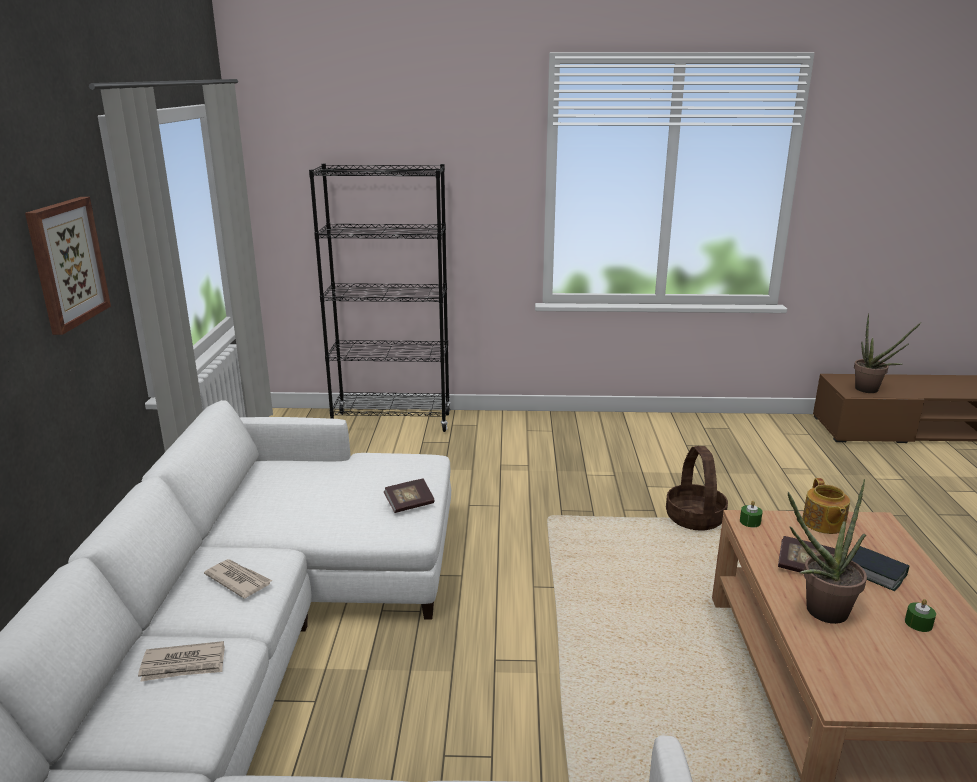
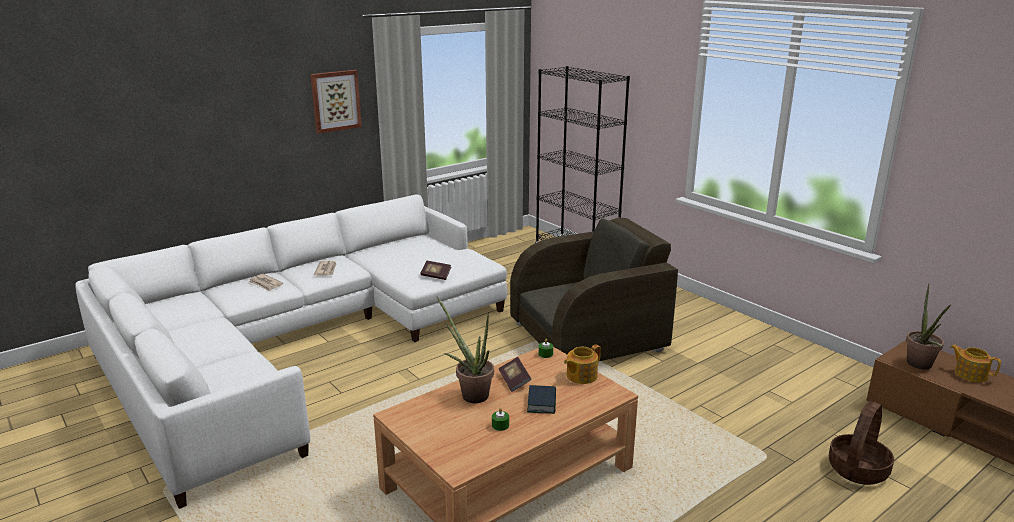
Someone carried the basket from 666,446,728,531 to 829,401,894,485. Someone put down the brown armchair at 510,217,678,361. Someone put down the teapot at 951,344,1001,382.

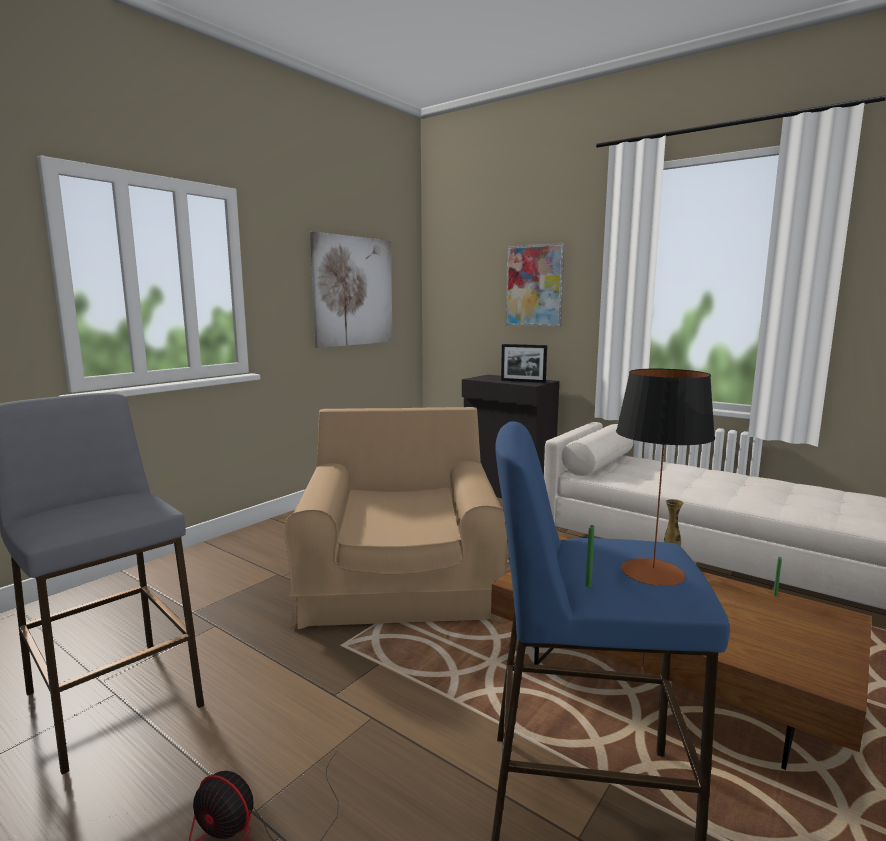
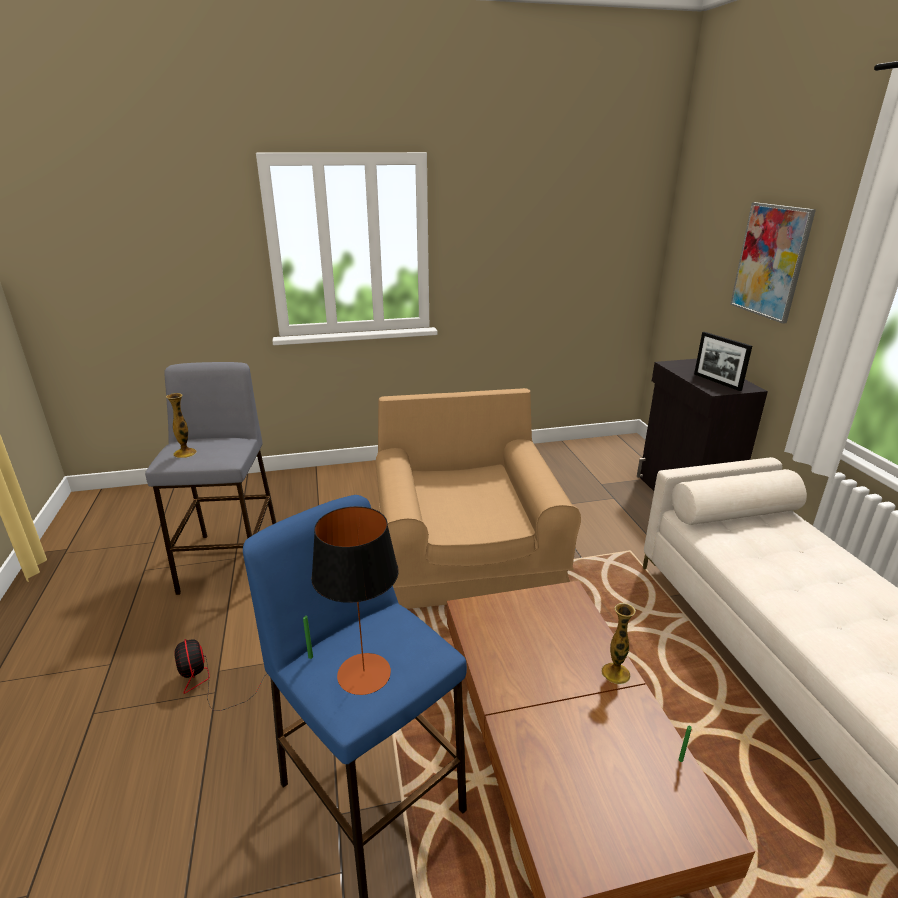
Someone rotated the brown armchair at 284,407,508,629 by 45 degrees counterclockwise. Someone took away the picture at 310,231,393,348. Someone put down the vase at 166,393,197,458.

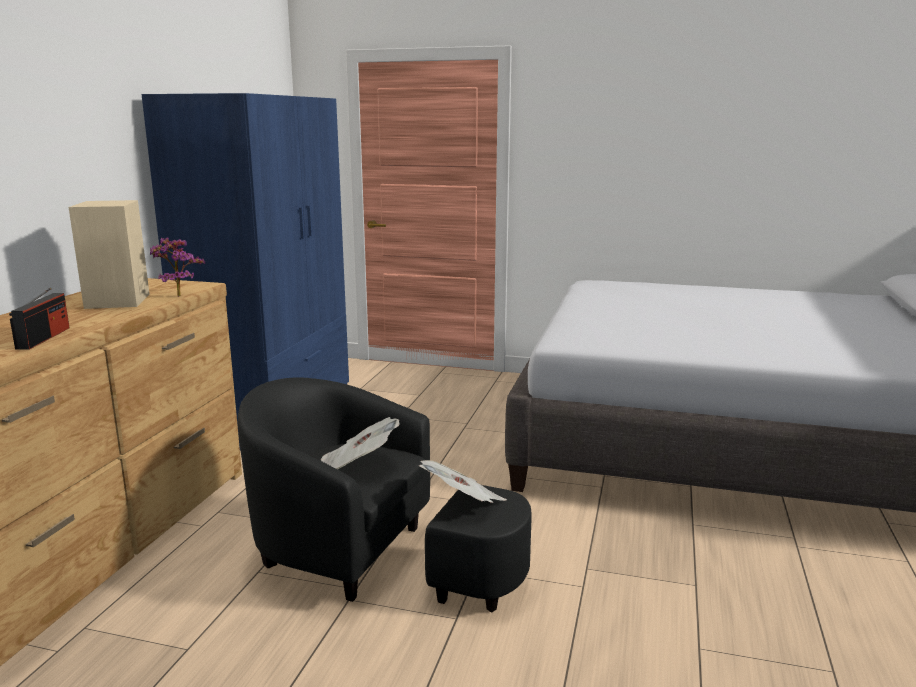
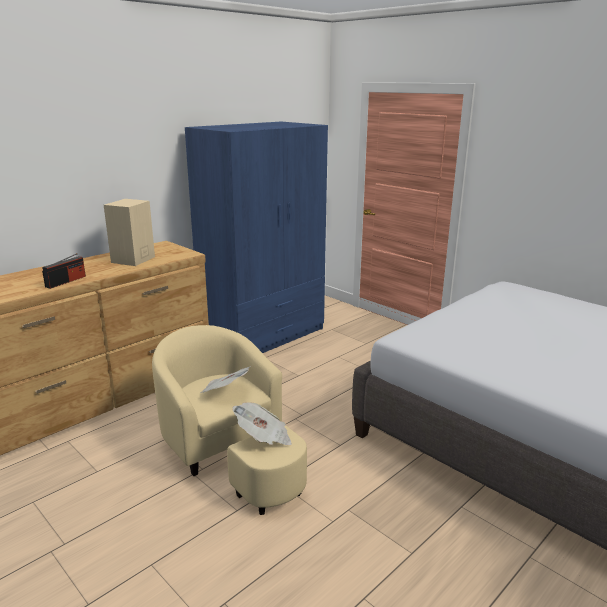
Someone took away the potted plant at 150,238,205,297. Someone repainted the black armchair at 238,377,531,613, which became the beige armchair at 152,325,307,515.

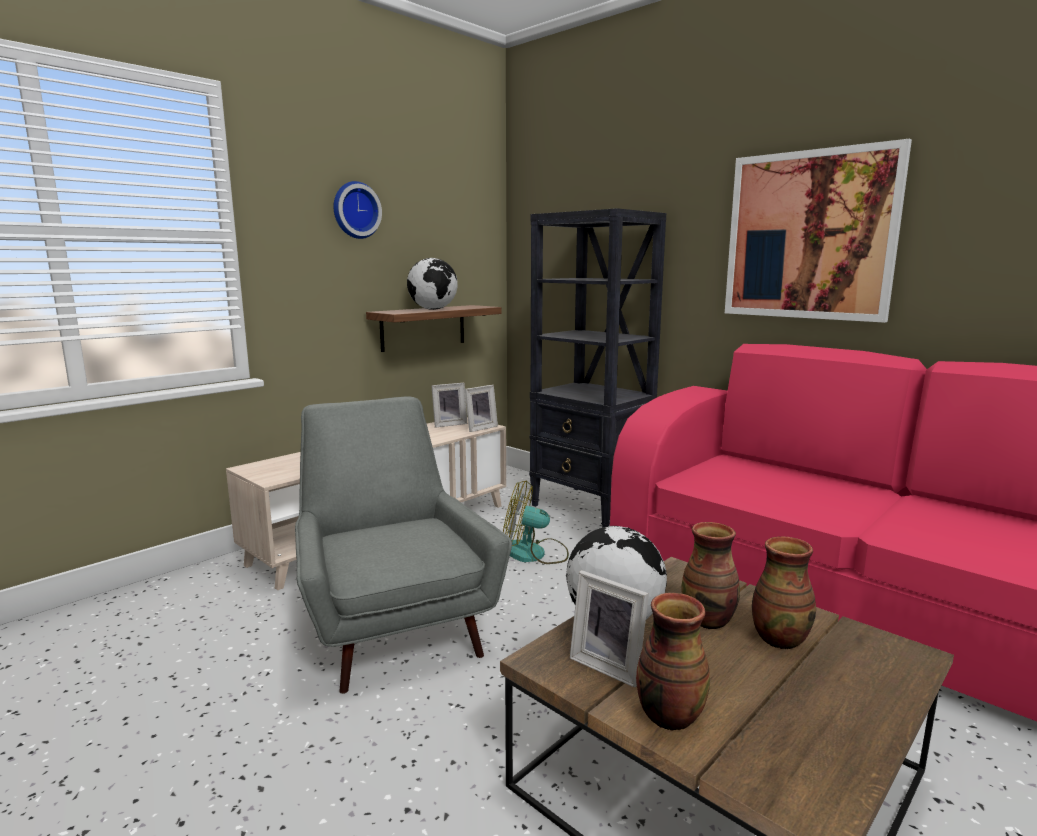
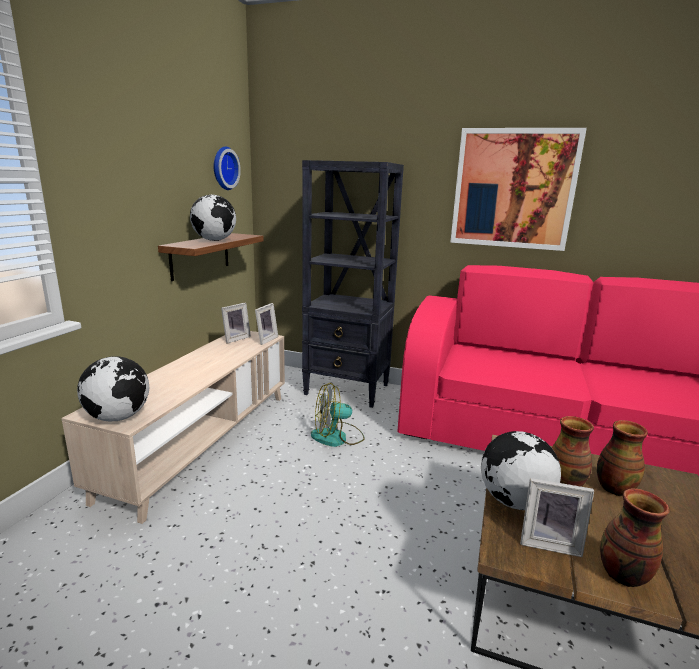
Someone took away the grey armchair at 295,396,512,694. Someone carried the wall clock from 333,181,382,239 to 214,146,241,190. Someone put down the globe at 77,356,149,421.

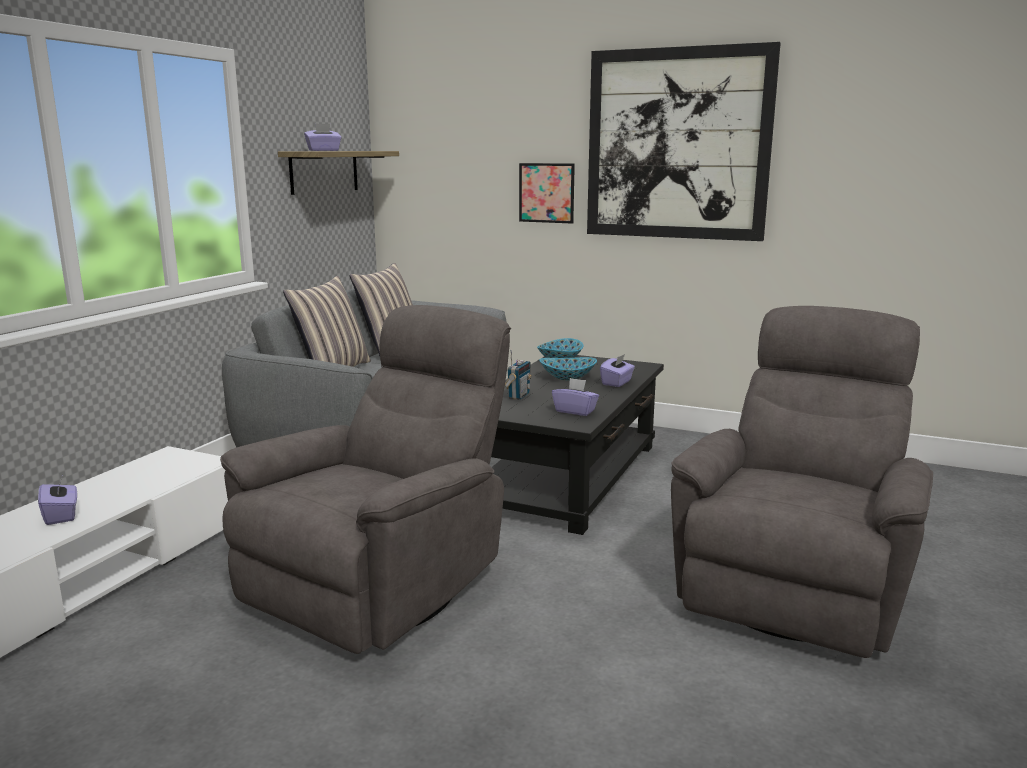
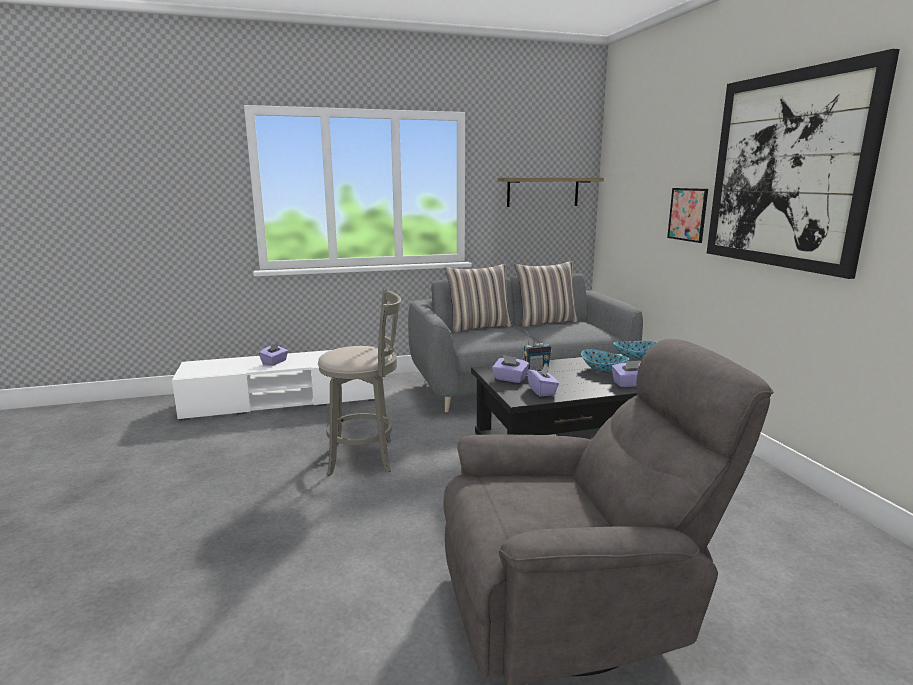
Someone swapped the grey armchair at 220,305,511,654 for the grey stool at 318,289,401,476. Someone carried the purple tissue box from 304,123,341,151 to 492,355,529,383.

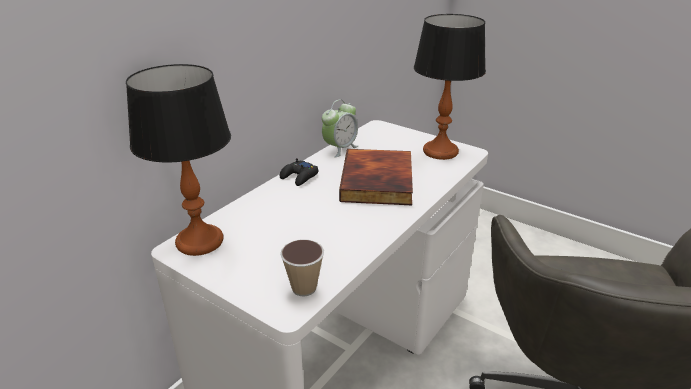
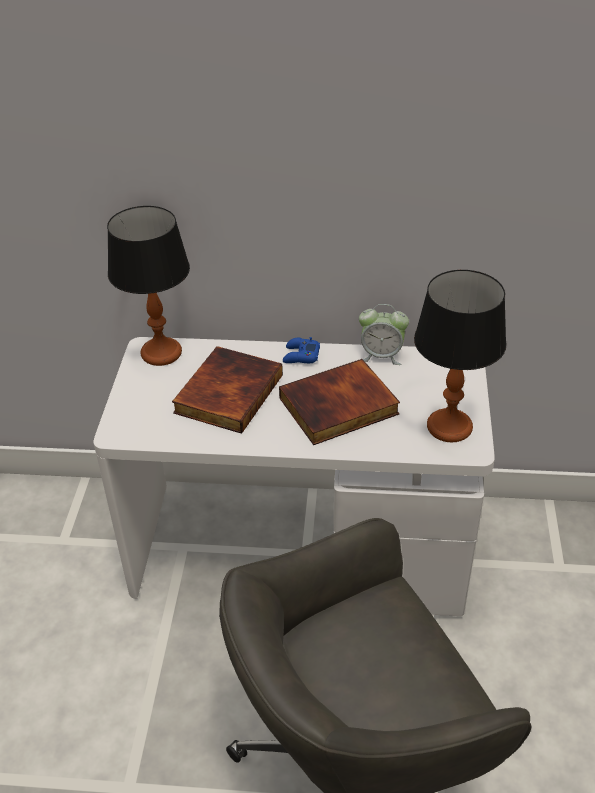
Someone repainted the black game controller at 280,158,318,186, which became the blue game controller at 283,337,320,363. Someone took away the cup at 280,239,324,296. Someone put down the book at 172,346,283,434.

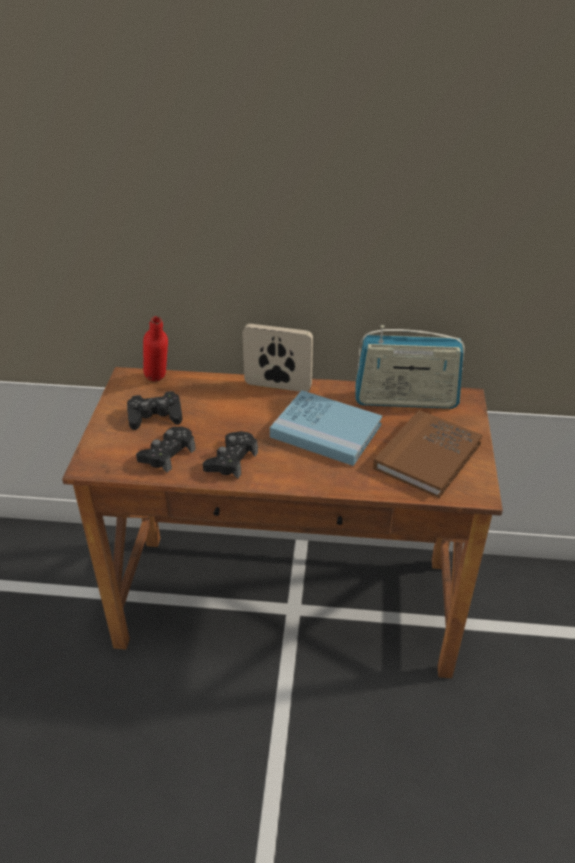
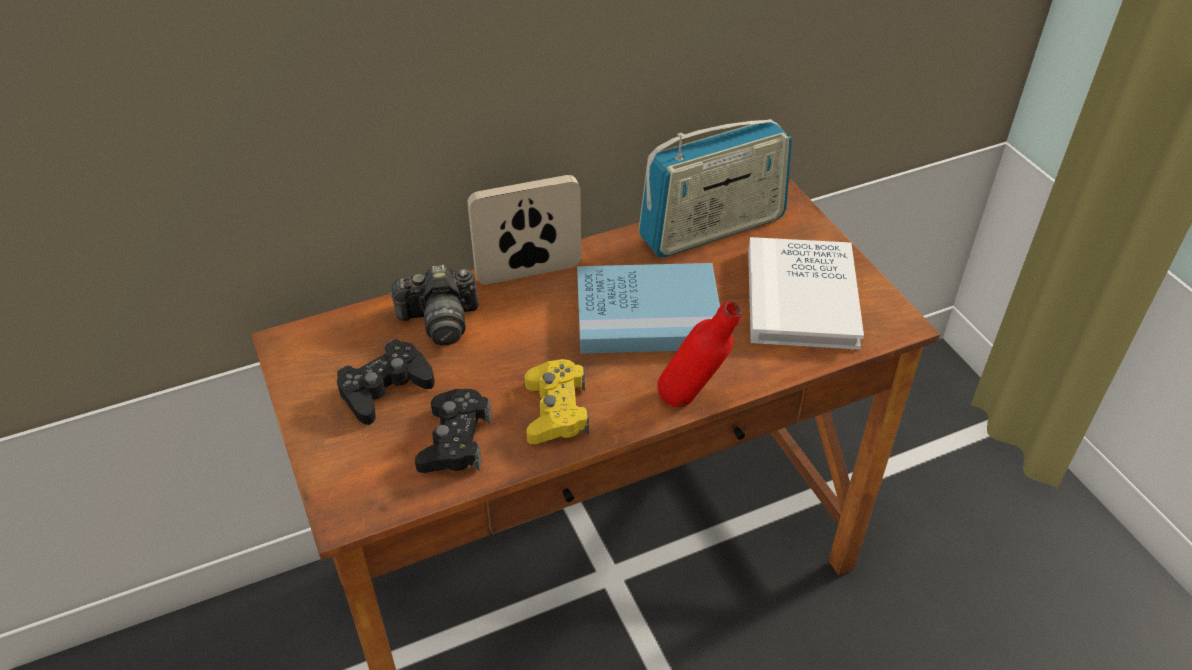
Someone carried the red bottle from 143,316,168,381 to 658,301,742,408. Someone repainted the black game controller at 203,431,258,479, which became the yellow game controller at 525,359,589,444. Someone repainted the brown book at 373,410,483,498, which became the white book at 748,237,864,350. Someone put down the photo camera at 389,265,479,346.

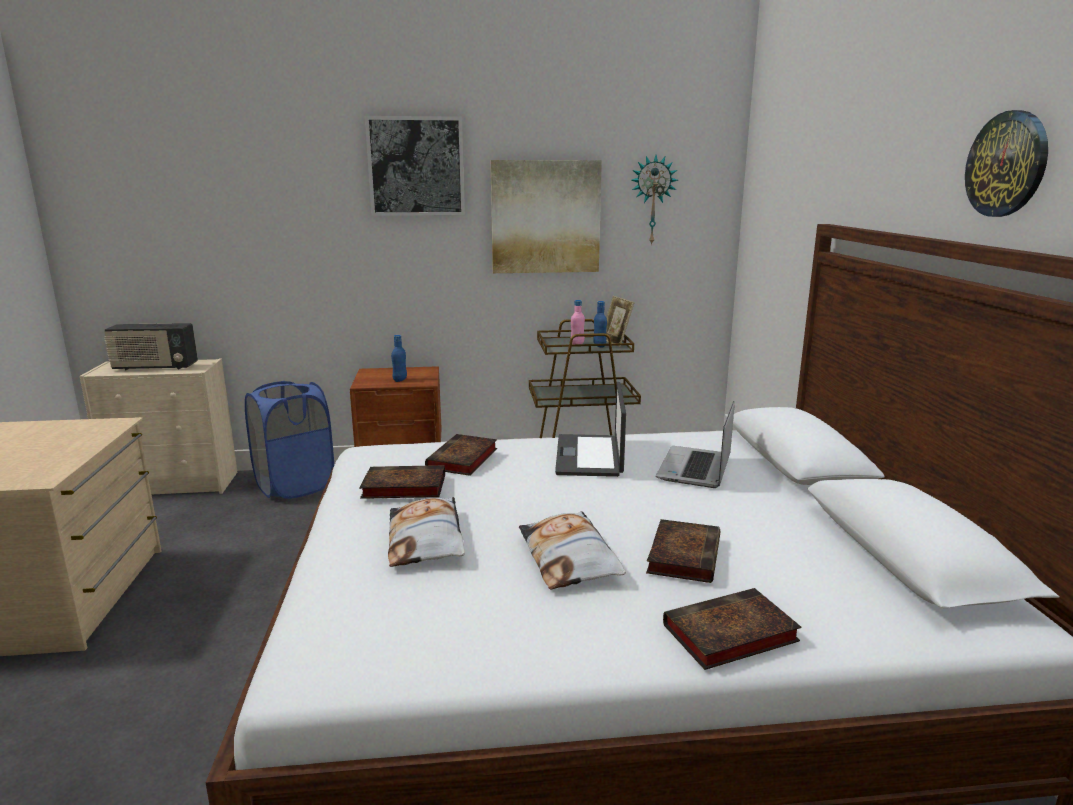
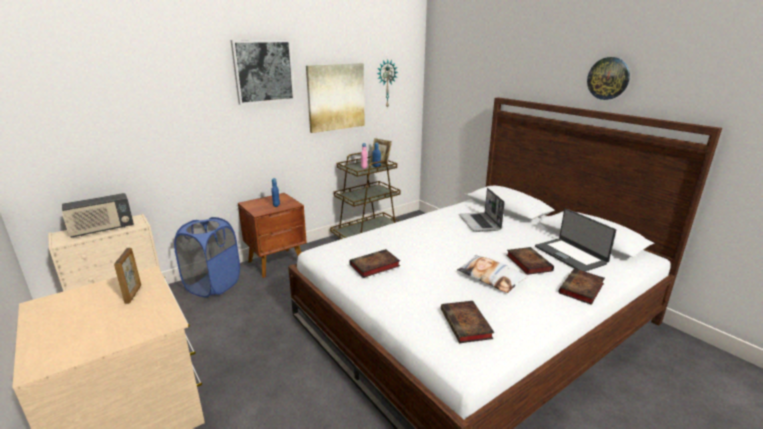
Someone took away the pillow at 388,497,465,567. Someone carried the book from 425,434,497,476 to 441,301,494,343. Someone carried the laptop from 555,382,626,477 to 535,208,616,271. Someone put down the picture frame at 114,248,141,304.

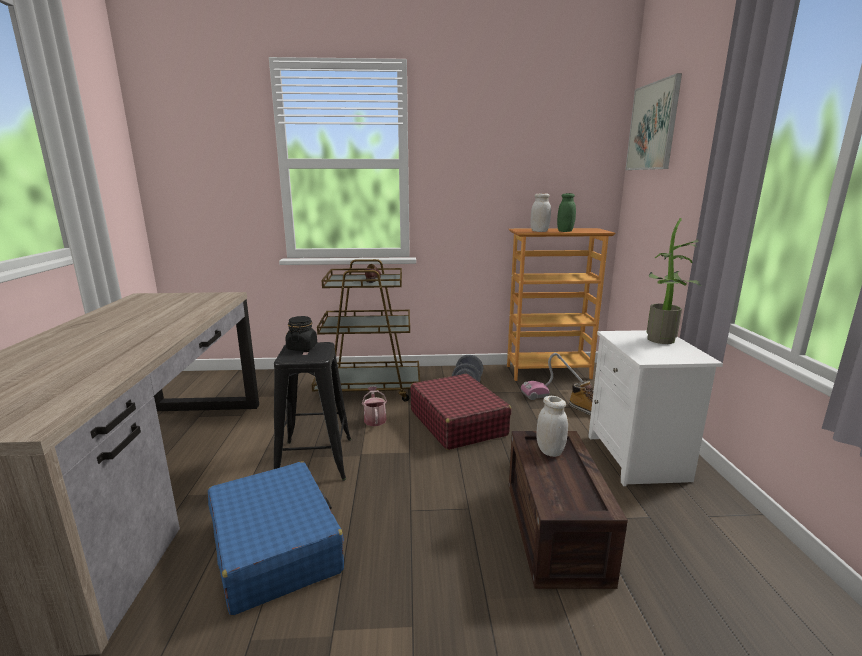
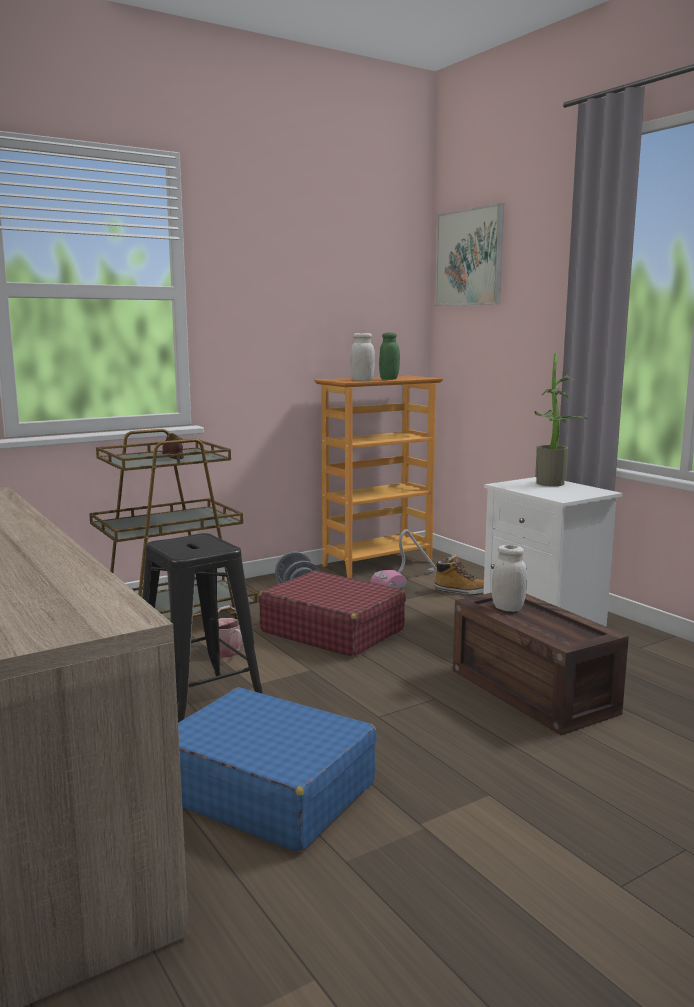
Someone took away the black jar at 285,316,317,351.

